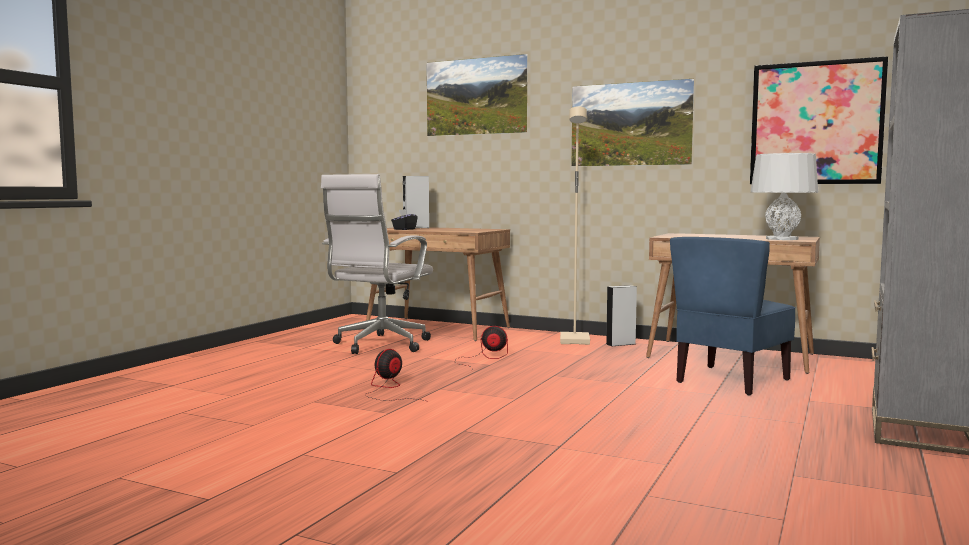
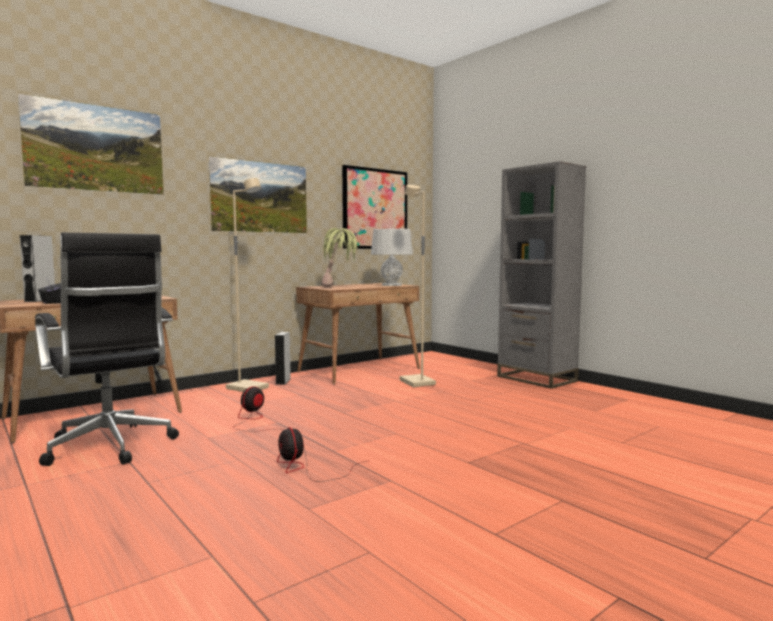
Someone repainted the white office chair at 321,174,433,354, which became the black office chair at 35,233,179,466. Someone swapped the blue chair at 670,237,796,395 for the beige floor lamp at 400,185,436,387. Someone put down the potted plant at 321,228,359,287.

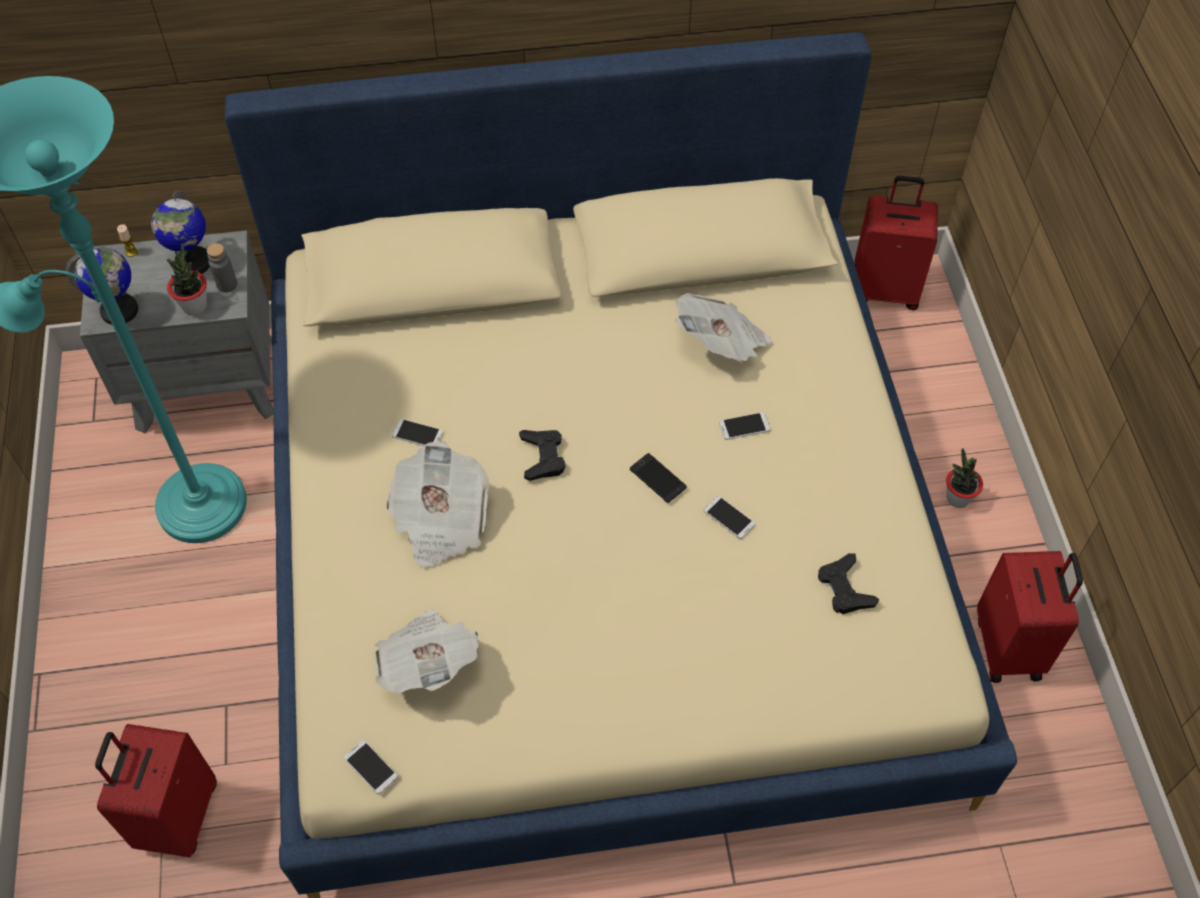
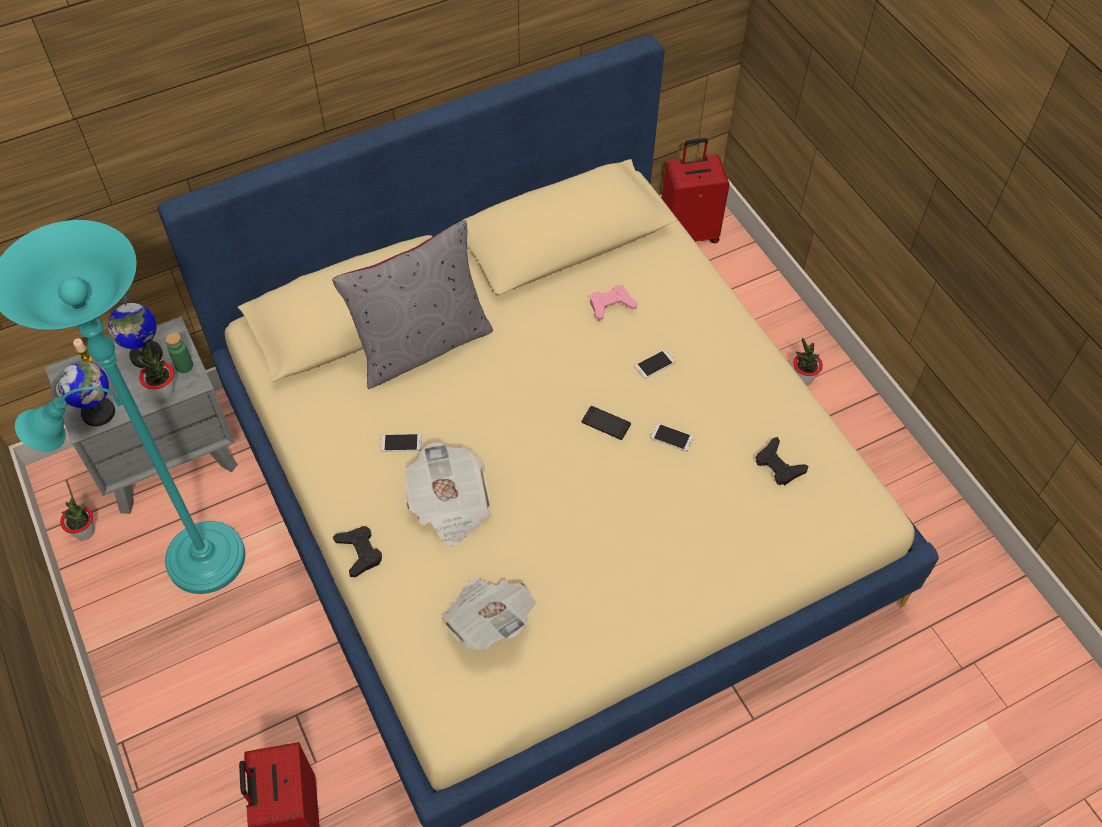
Someone repainted the grey bottle at 207,243,237,293, which became the green bottle at 166,332,193,373. Someone took away the phone at 344,740,398,794. Someone carried the black game controller from 519,430,566,481 to 333,526,382,577. Someone swapped the newspaper at 675,293,772,362 for the pink game controller at 590,285,637,321. Someone took away the red suitcase at 977,551,1083,683. Someone put down the potted plant at 60,497,95,540. Someone put down the grey pillow at 332,221,493,389.

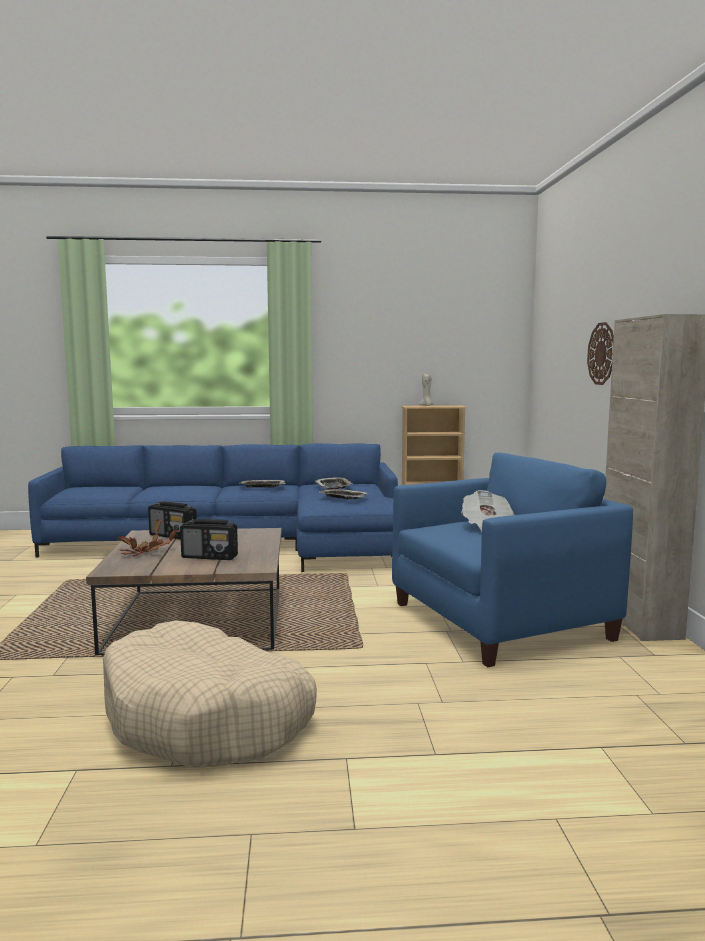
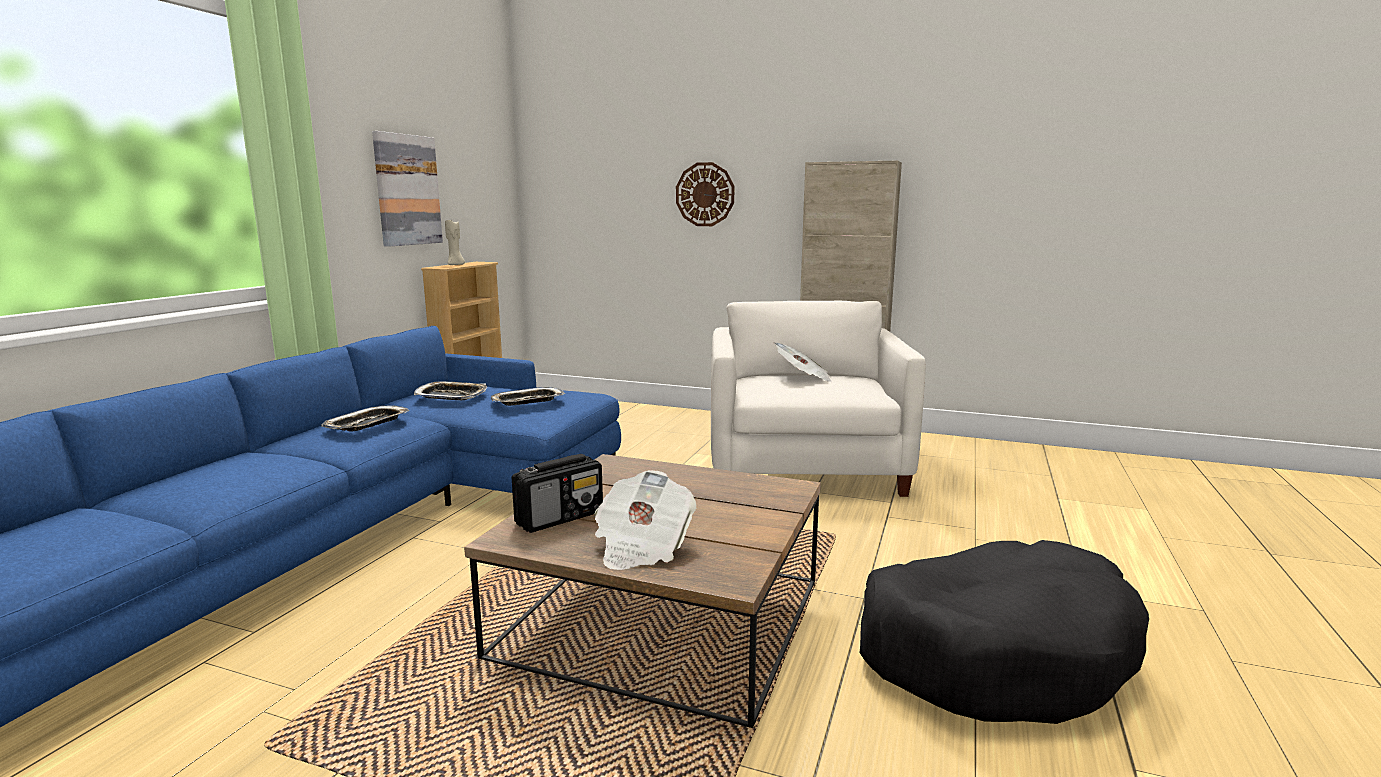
Someone repainted the beige dog bed at 103,620,317,768, which became the black dog bed at 860,540,1149,724. Someone swapped the potted plant at 118,519,178,557 for the newspaper at 594,470,696,570. Someone took away the radio at 180,519,238,560. Someone repainted the blue armchair at 392,452,633,667, which became the white armchair at 711,301,926,497. Someone put up the picture at 372,131,443,247.

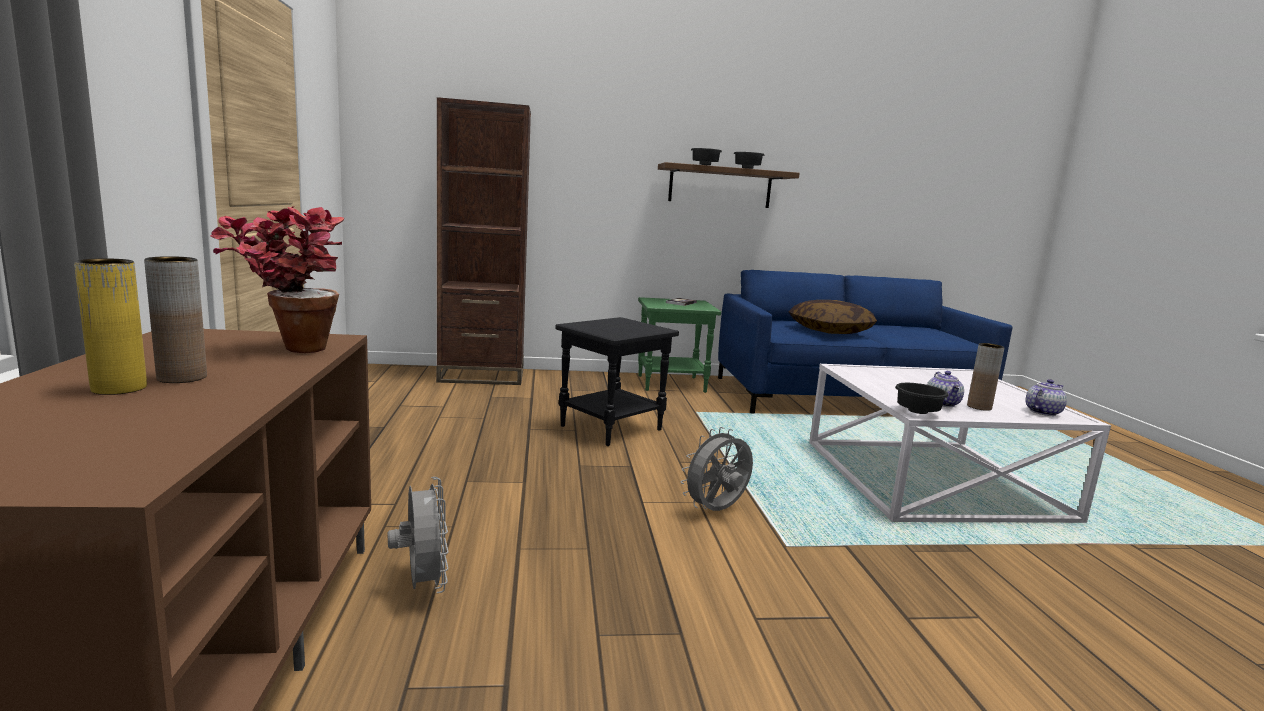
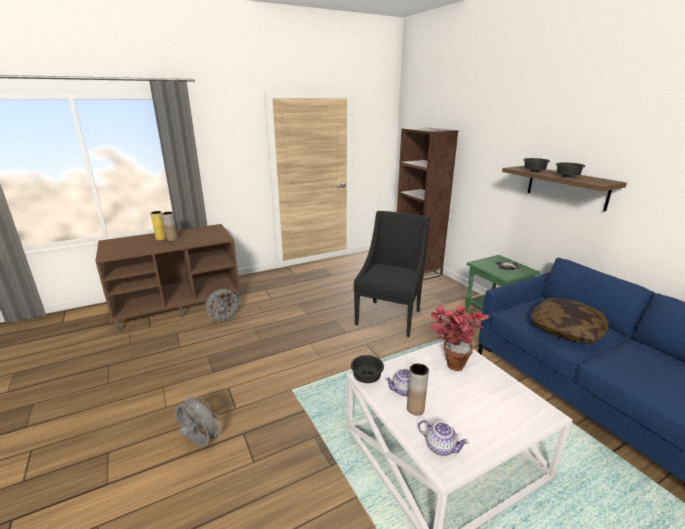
Someone carried the potted plant from 210,206,344,353 to 430,305,489,371. Someone swapped the black side table at 555,317,679,446 for the black armchair at 354,211,430,337. Someone carried the grey fan from 681,427,753,511 to 175,393,222,446.

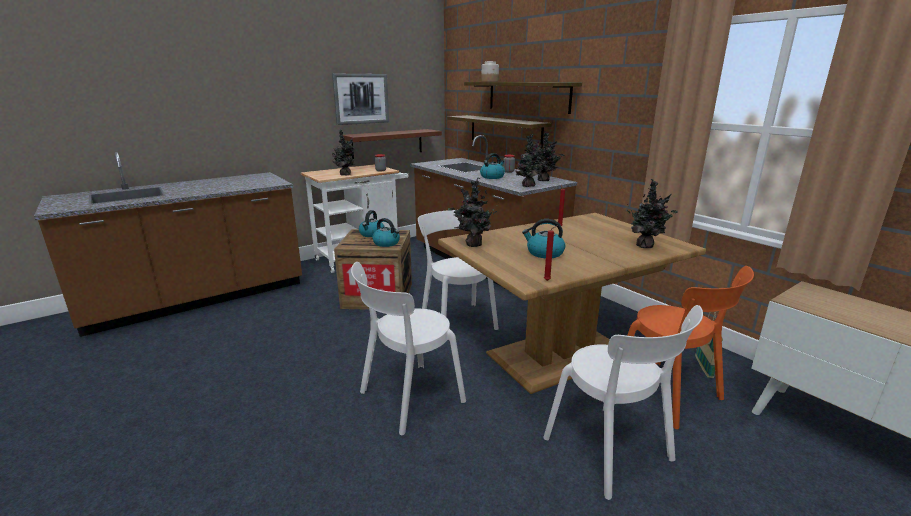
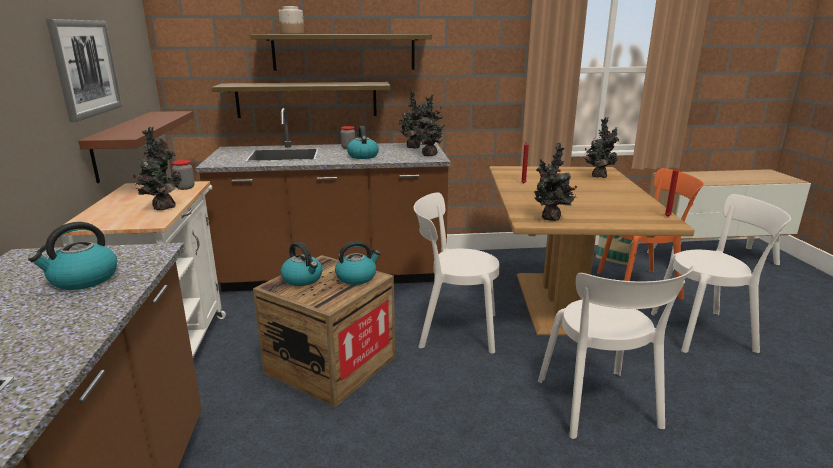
Someone carried the kettle from 522,219,565,258 to 28,222,117,290.

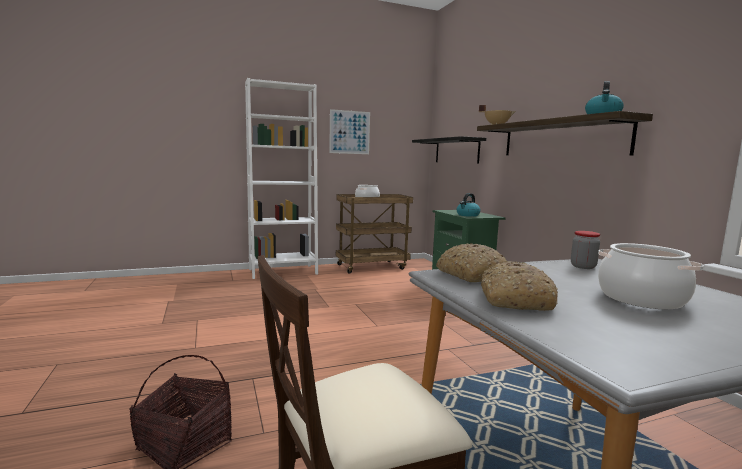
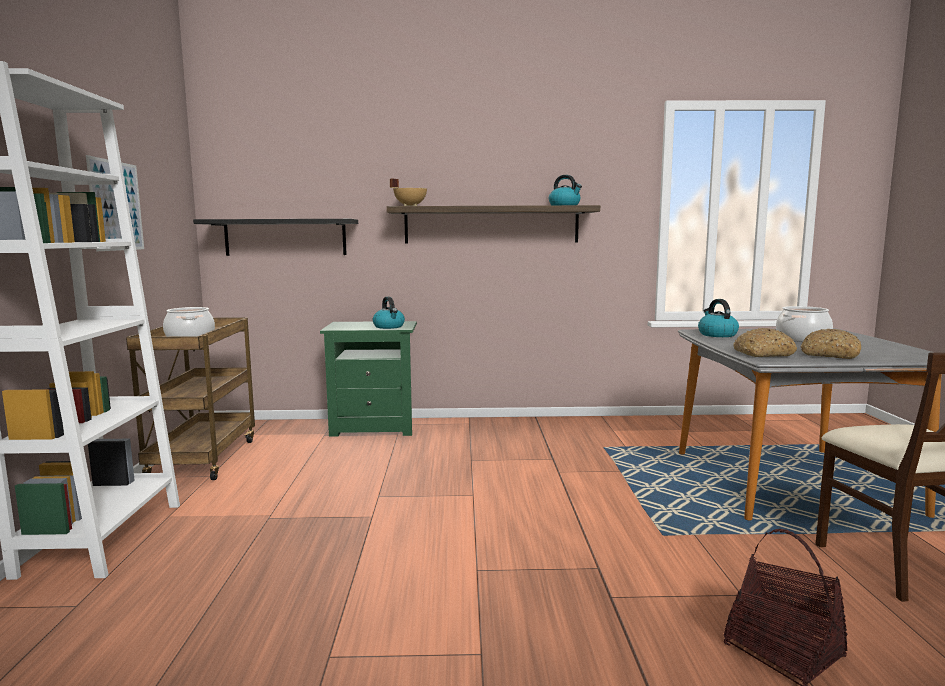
Someone swapped the jar at 571,231,600,269 for the kettle at 698,299,739,337.

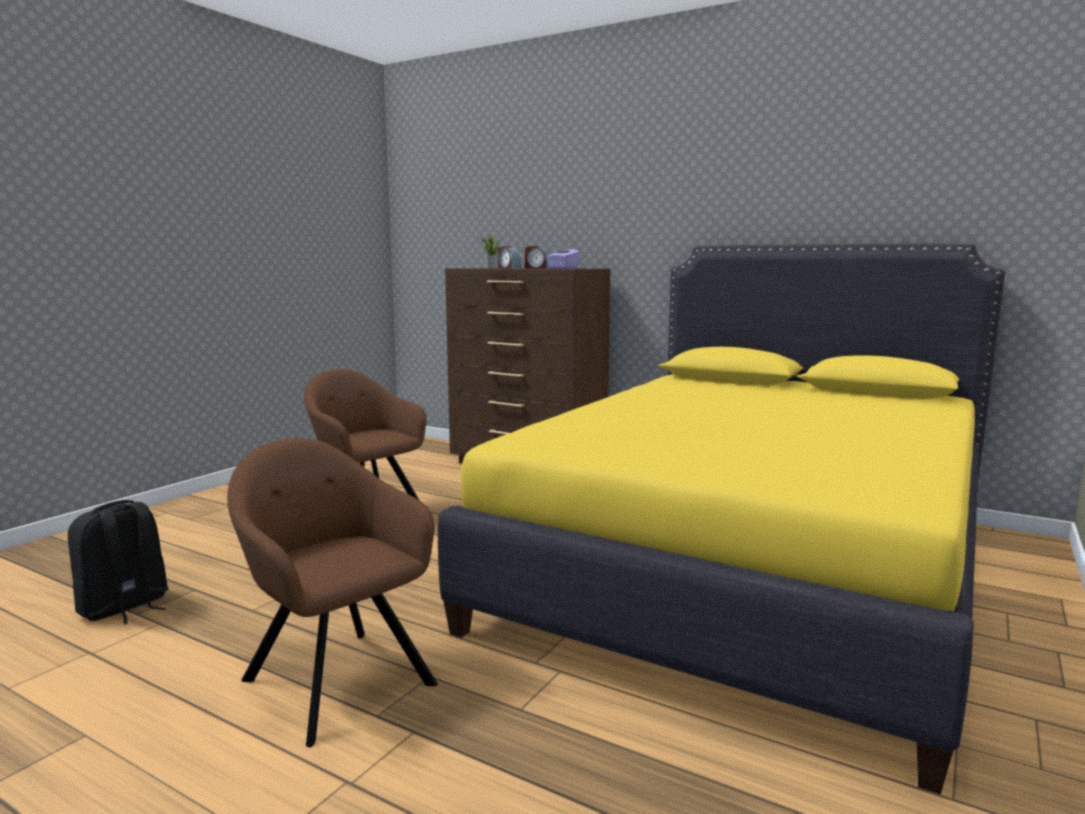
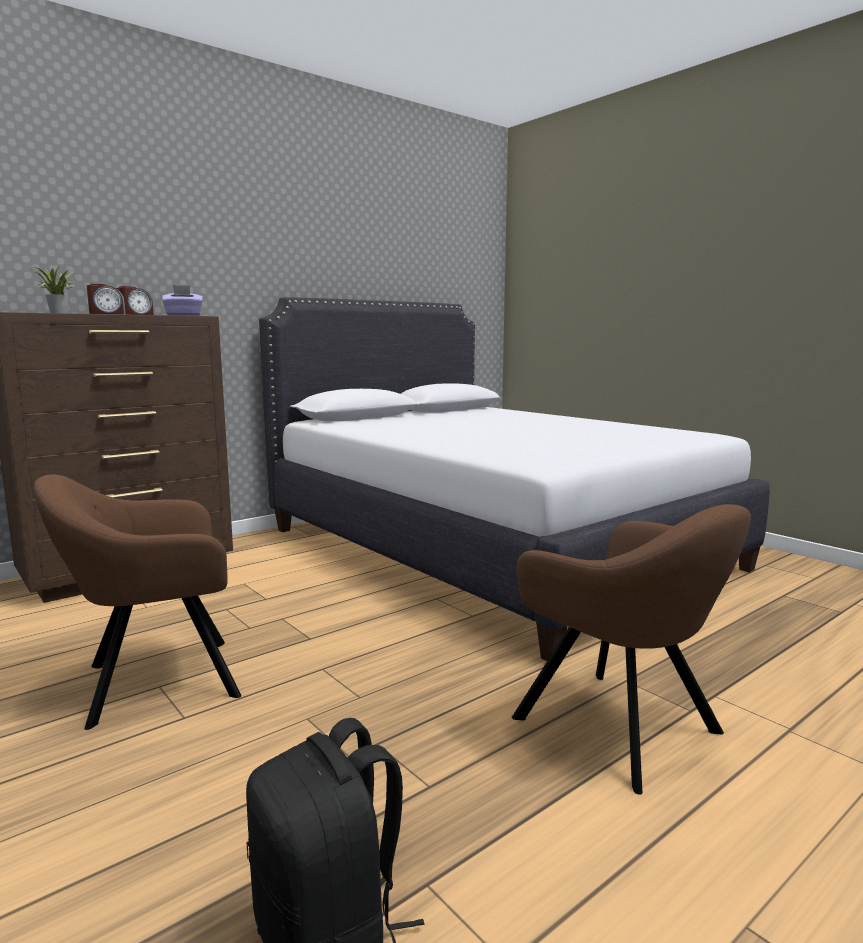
Someone rotated the brown armchair at 227,438,438,747 by 105 degrees counterclockwise. Someone repainted the yellow bed at 438,244,1005,795, which became the white bed at 259,297,770,661.

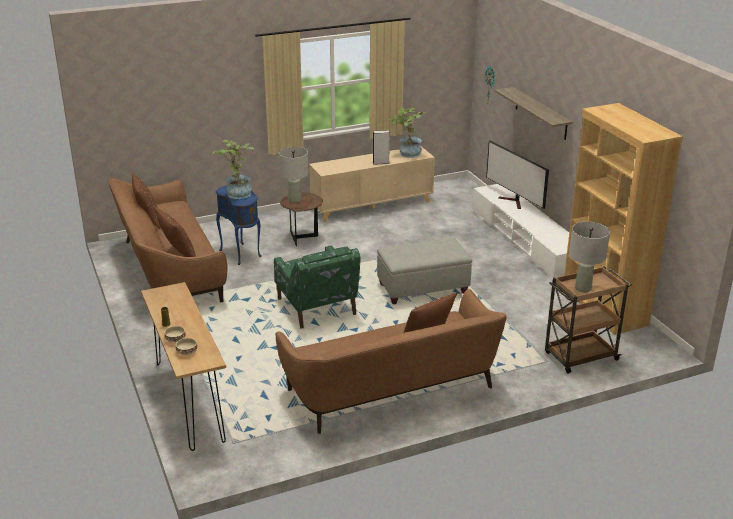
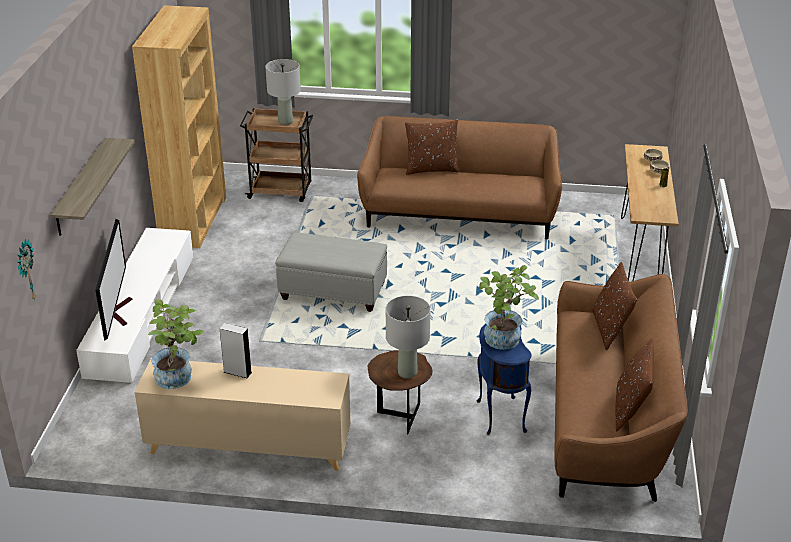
Someone took away the green armchair at 274,245,361,329.

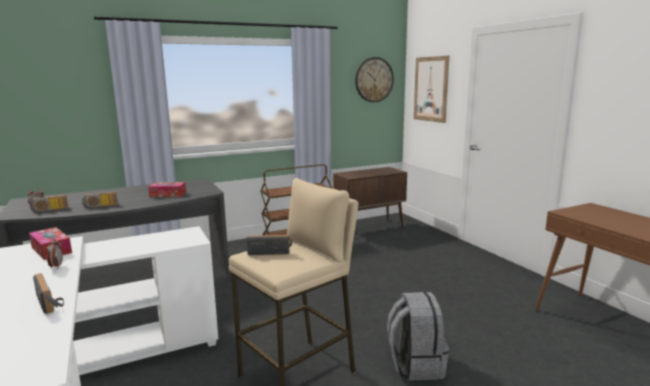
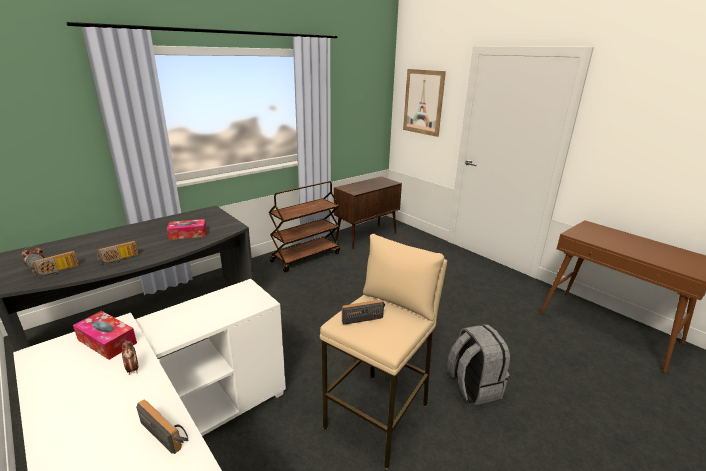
Someone took away the wall clock at 355,57,394,102.

